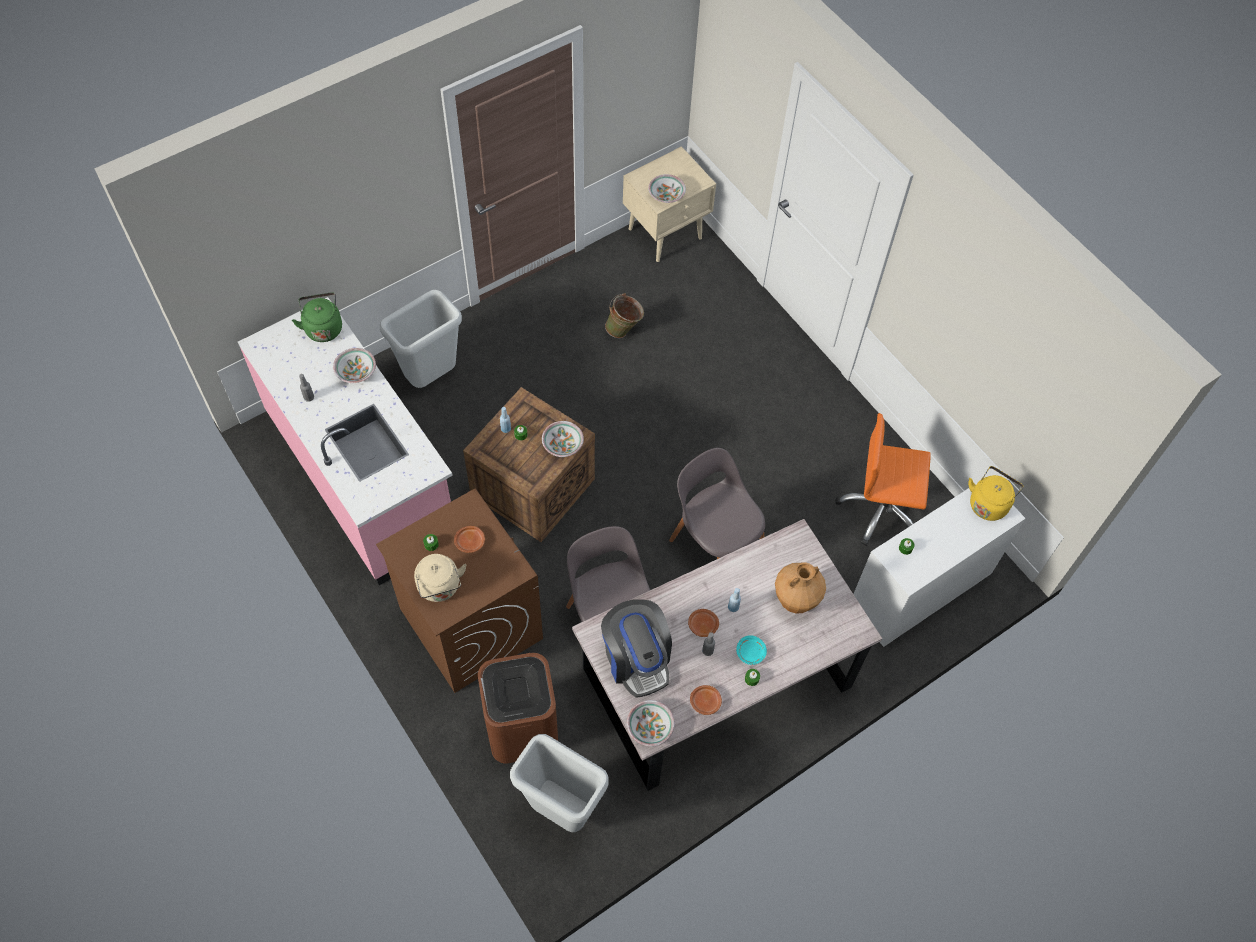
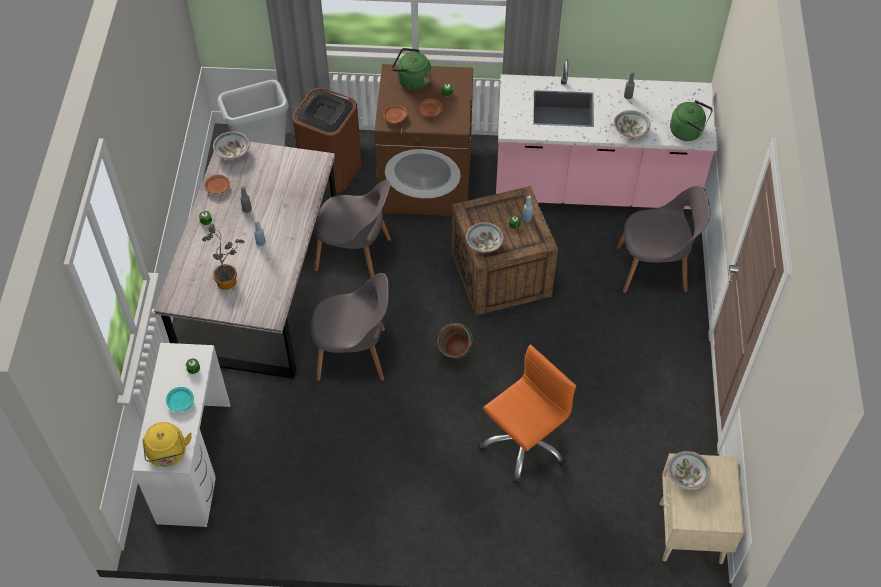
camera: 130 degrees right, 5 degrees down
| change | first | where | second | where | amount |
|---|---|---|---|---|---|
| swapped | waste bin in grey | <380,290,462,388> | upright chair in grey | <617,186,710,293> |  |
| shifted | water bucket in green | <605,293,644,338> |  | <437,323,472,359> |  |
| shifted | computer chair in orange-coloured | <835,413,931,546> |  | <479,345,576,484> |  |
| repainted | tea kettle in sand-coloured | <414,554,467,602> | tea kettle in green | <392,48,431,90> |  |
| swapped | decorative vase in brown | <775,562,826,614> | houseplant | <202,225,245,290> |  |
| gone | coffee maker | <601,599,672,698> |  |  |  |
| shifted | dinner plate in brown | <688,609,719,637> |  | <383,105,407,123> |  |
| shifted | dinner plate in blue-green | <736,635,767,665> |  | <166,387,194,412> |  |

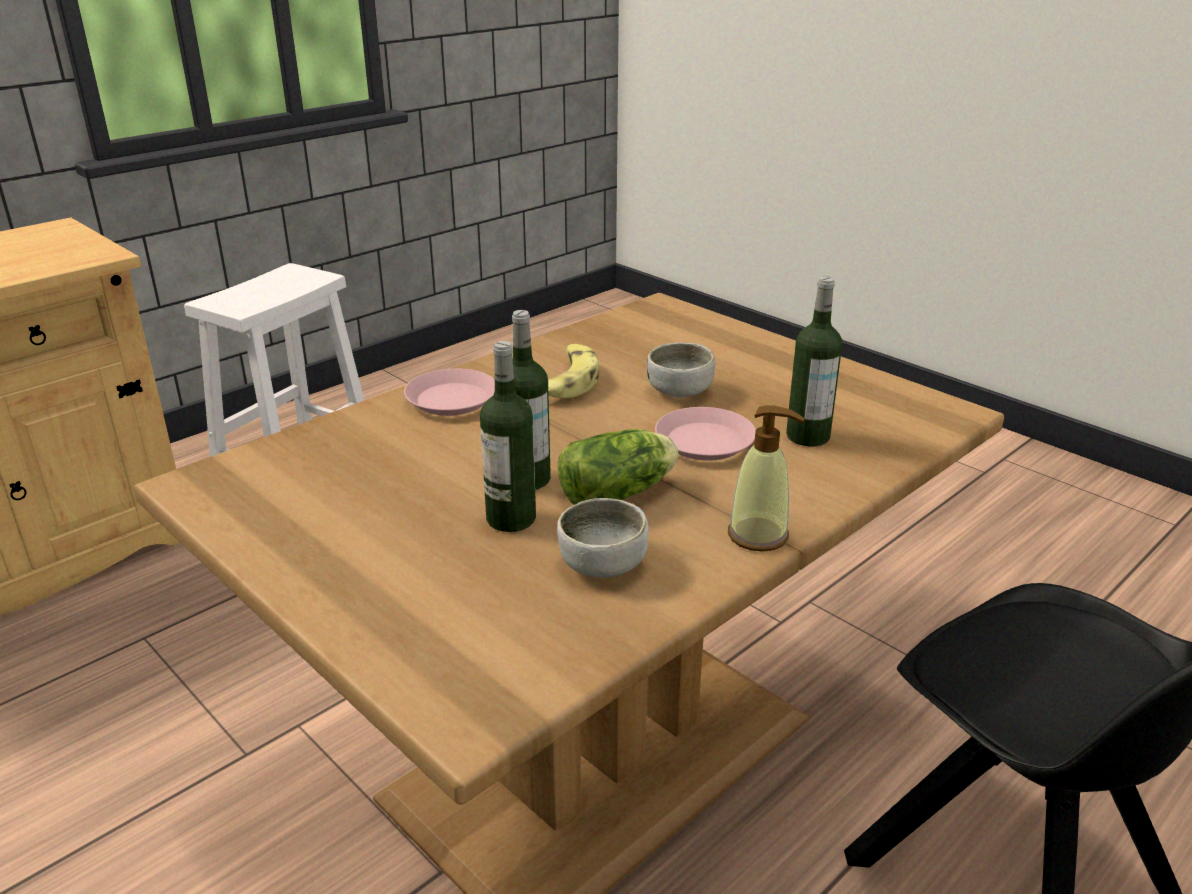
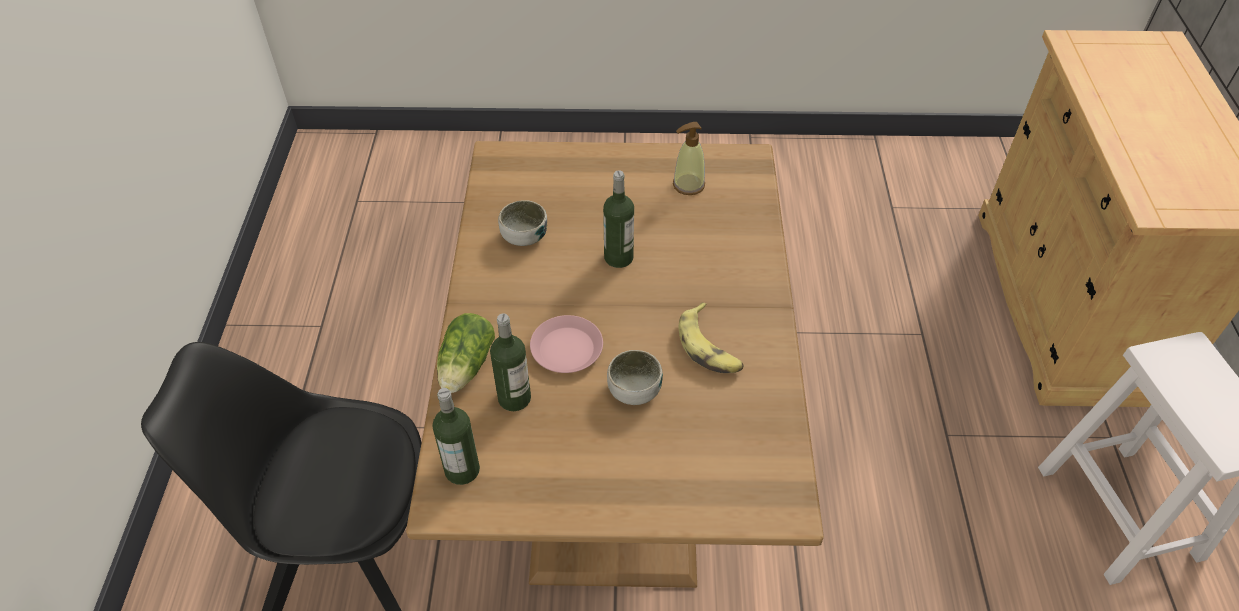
camera: 135 degrees right, 20 degrees up
| change | first | where | second | where | amount |
|---|---|---|---|---|---|
| shifted | bottle | <480,341,536,532> |  | <433,388,480,485> |  |
| gone | dinner plate in pink | <404,369,495,416> |  |  |  |
| shifted | soap bottle | <728,405,805,552> |  | <673,122,705,195> |  |
| shifted | head of lettuce | <558,429,679,505> |  | <437,313,495,393> |  |

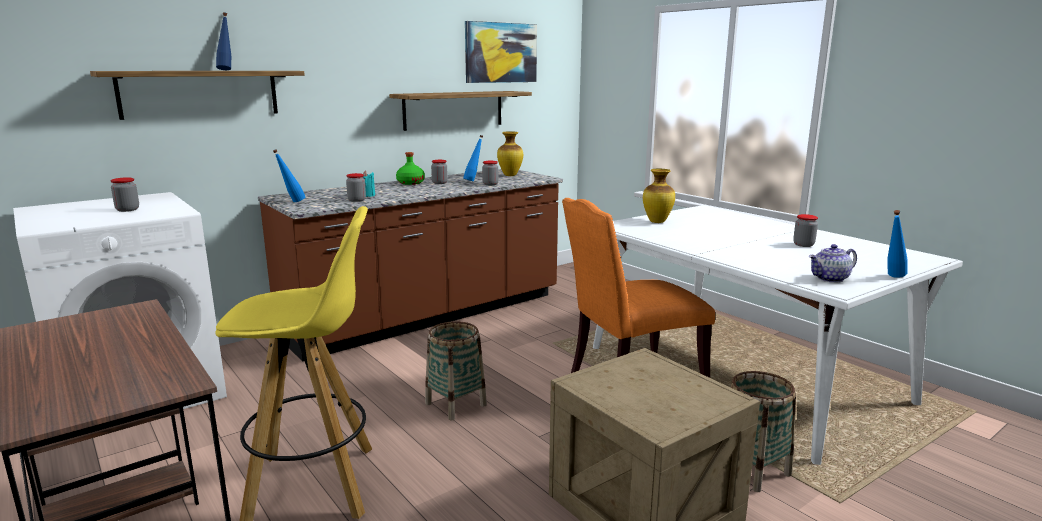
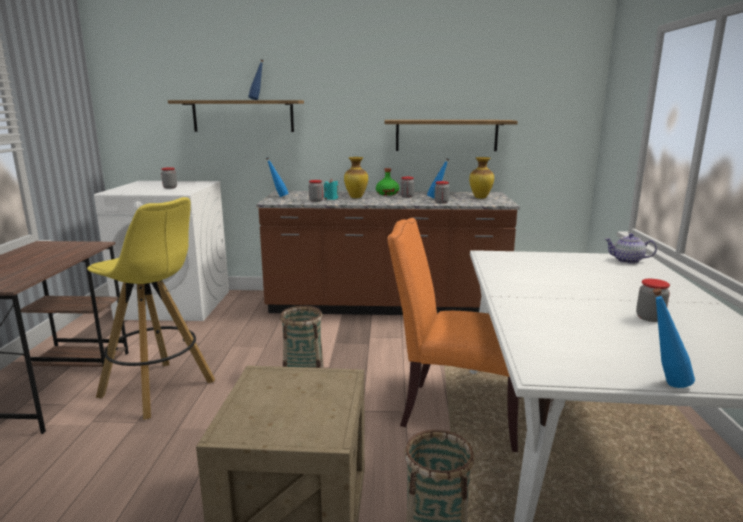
camera: 40 degrees right, 0 degrees up
| change | first | where | second | where | amount |
|---|---|---|---|---|---|
| gone | picture | <465,21,537,83> |  |  |  |
| shifted | decorative vase | <643,169,675,223> |  | <344,157,368,198> |  |
| shifted | teapot | <808,244,857,283> |  | <605,233,657,264> |  |

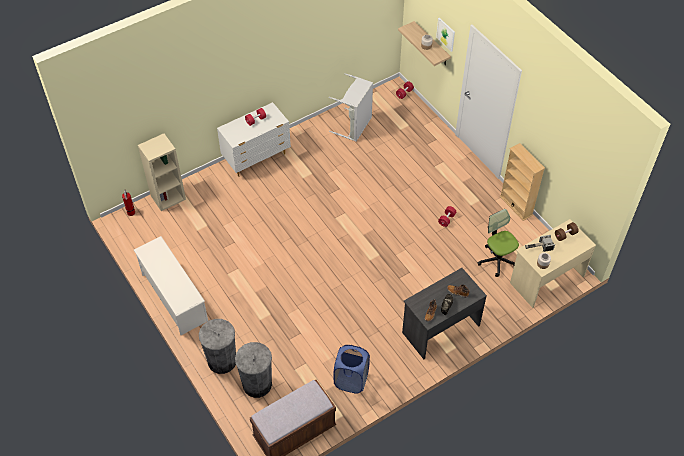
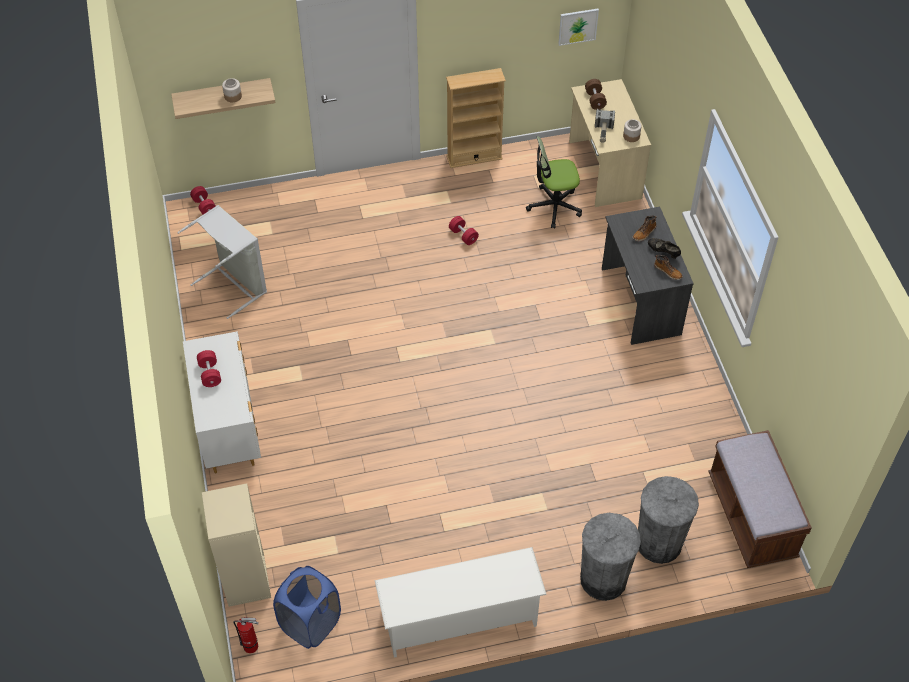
camera: 70 degrees left, 0 degrees up
| change | first | where | second | where | amount |
|---|---|---|---|---|---|
| shifted | picture | <436,17,455,52> |  | <558,9,599,46> |  |
| shifted | laundry basket in blue-coloured | <334,345,370,394> |  | <273,566,341,649> |  |

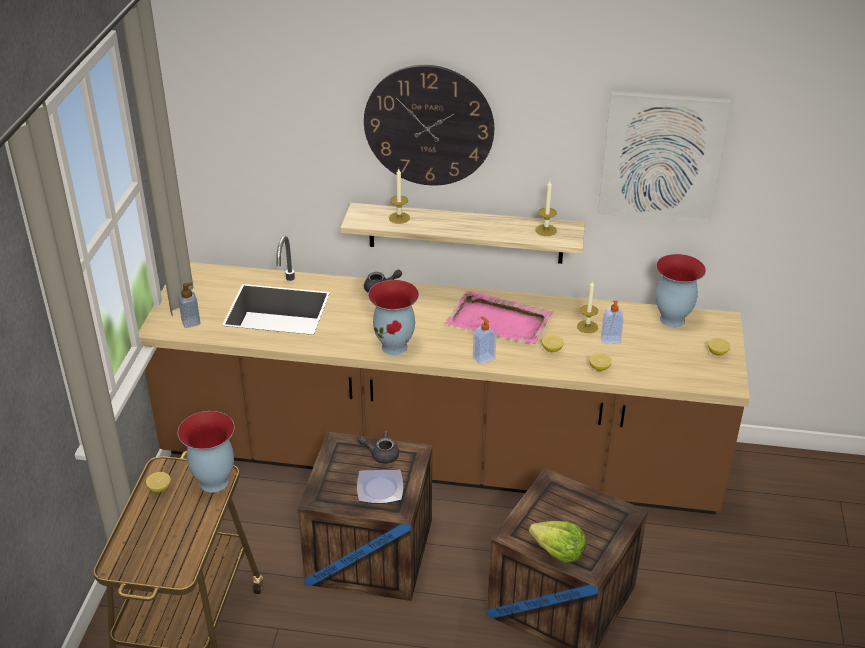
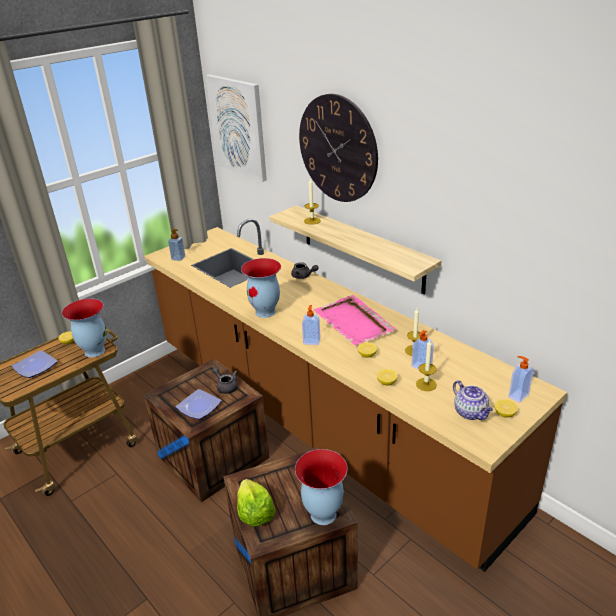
camera: 40 degrees right, 5 degrees down
| change | first | where | second | where | amount |
|---|---|---|---|---|---|
| shifted | picture | <598,91,731,224> |  | <205,74,267,182> |  |
| shifted | wax light | <535,181,557,236> |  | <416,340,437,391> |  |
| shifted | decorative vase | <656,254,706,327> |  | <295,449,347,525> |  |
| new |  |  | dinner plate | <12,350,58,378> |  |
| new |  |  | soap bottle | <508,356,533,403> |  |
| new |  |  | teapot | <453,380,493,420> |  |

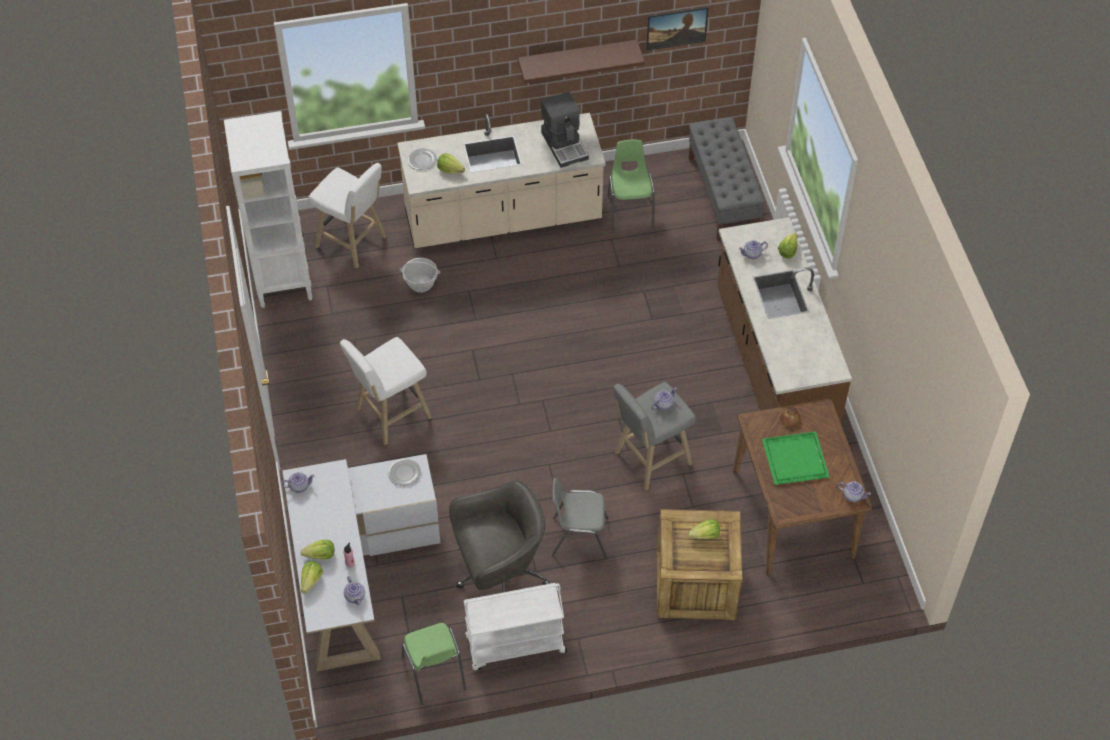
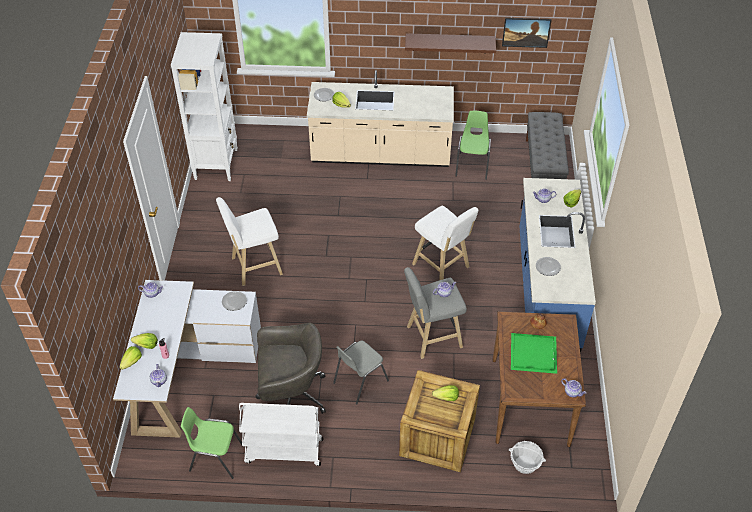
camera: 15 degrees right, 5 degrees down
| change | first | where | second | where | amount |
|---|---|---|---|---|---|
| gone | coffee maker | <541,92,589,168> |  |  |  |
| shifted | stool in white | <308,163,387,269> |  | <412,205,478,280> |  |
| repainted | kitchen counter in brown | <717,217,852,423> | kitchen counter in blue-coloured | <519,178,596,353> |  |
| shifted | household basket | <400,258,440,293> |  | <509,441,546,474> |  |
| rotated | upright chair in grey | <552,478,608,559> |  | <333,341,389,405> | 60 degrees counterclockwise |
| rotated | upright chair in green | <402,623,466,705> |  | <181,407,242,479> | 105 degrees clockwise |
| new |  |  | dinner plate | <536,257,561,276> |  |

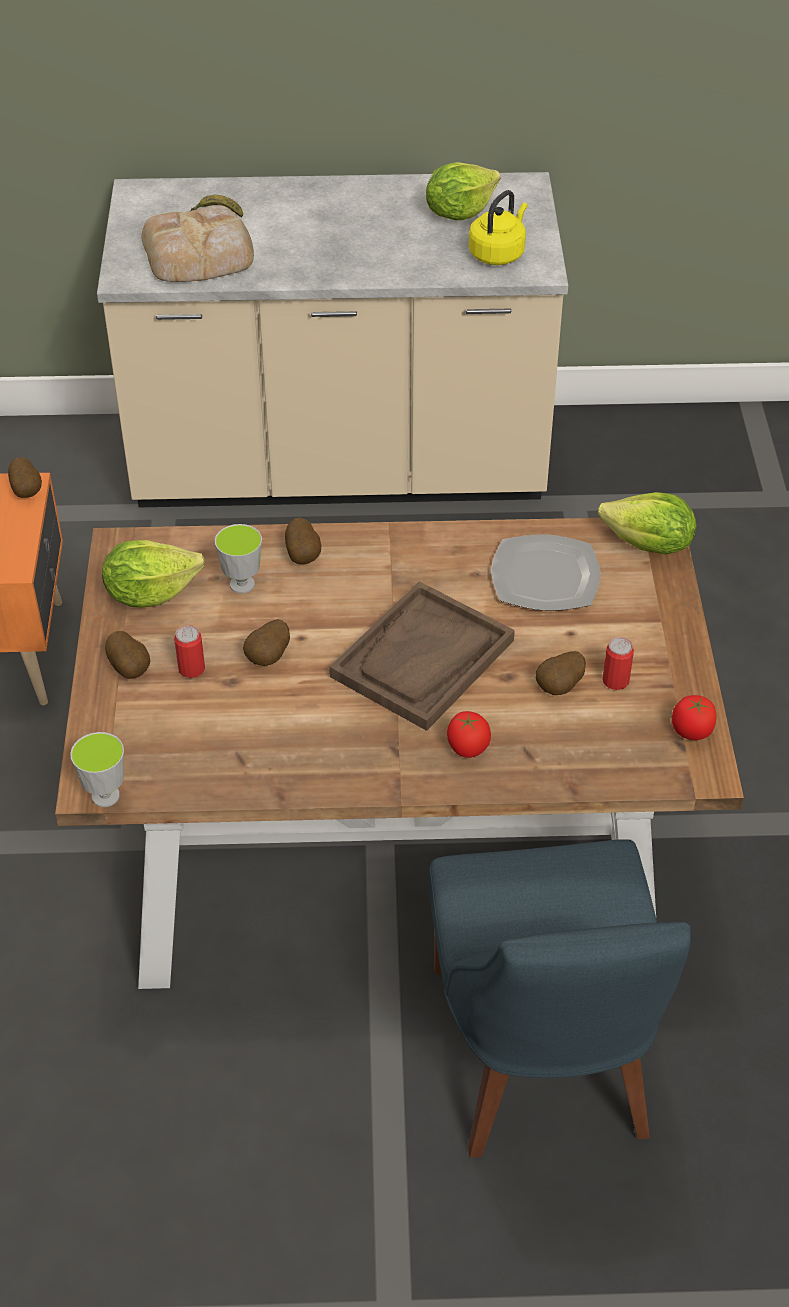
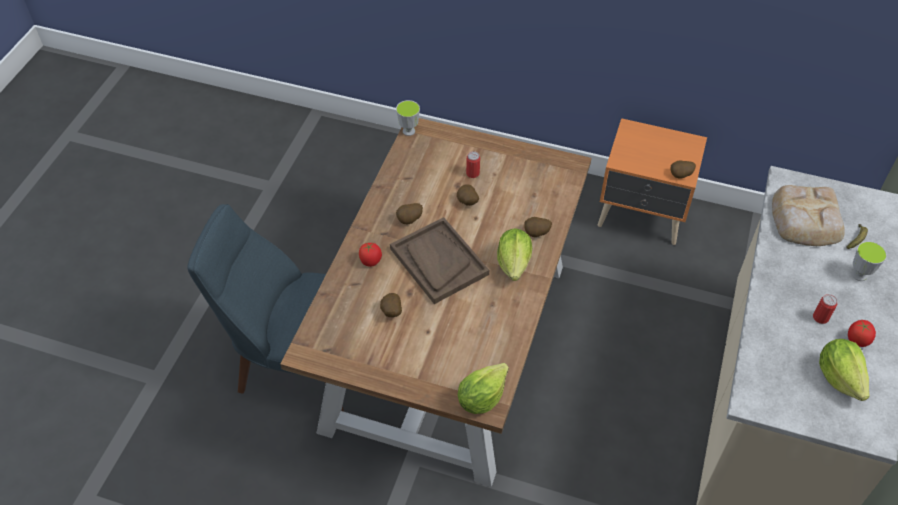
camera: 110 degrees right, 5 degrees up
| change | first | where | second | where | amount |
|---|---|---|---|---|---|
| gone | tea kettle in yellowish | <469,190,528,265> |  |  |  |
| shifted | small cup | <215,524,262,593> |  | <852,241,887,281> |  |
| gone | dinner plate | <491,534,601,611> |  |  |  |
| shifted | head of lettuce | <102,540,205,608> |  | <497,228,532,281> |  |
| shifted | spud | <105,631,150,679> |  | <396,203,423,224> |  |
| shifted | metal can | <602,637,634,690> |  | <813,294,837,324> |  |
| shifted | whole tomato | <672,695,717,740> |  | <848,320,876,347> |  |

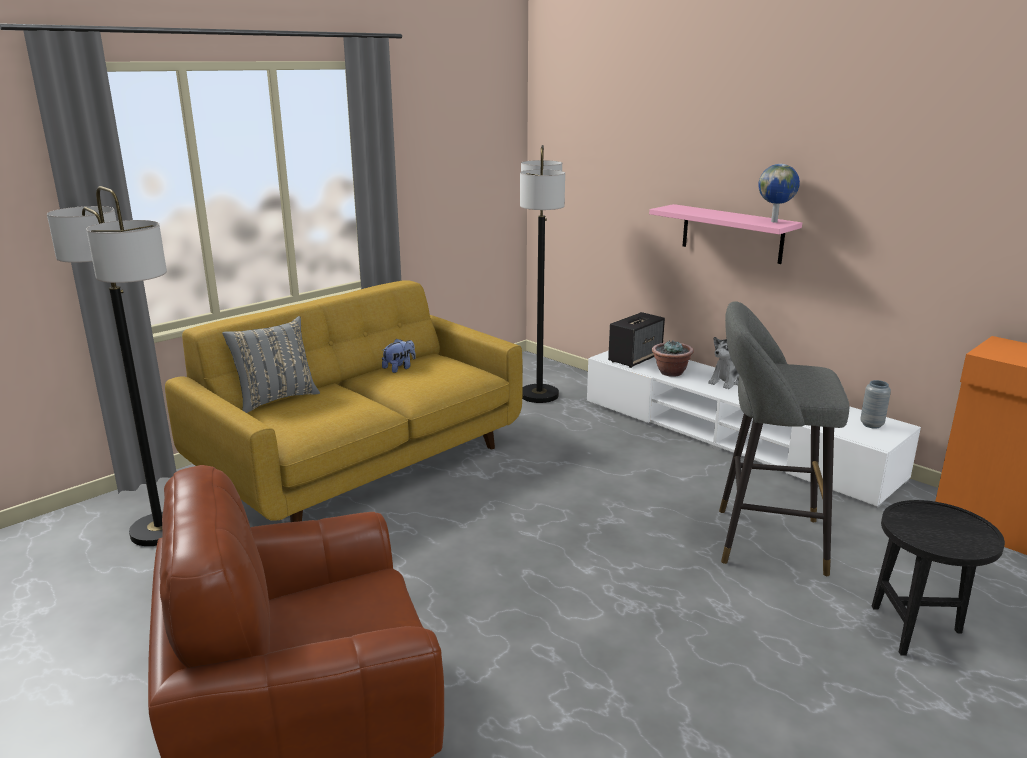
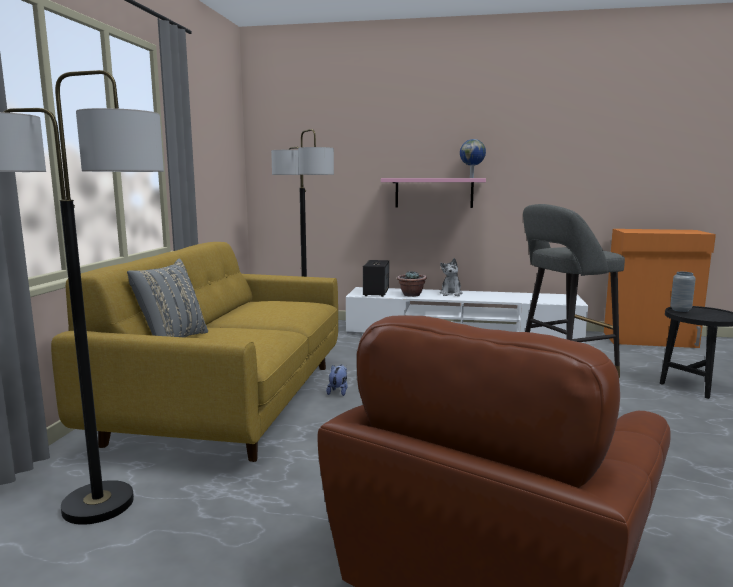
camera: 35 degrees left, 10 degrees down
| change | first | where | second | where | amount |
|---|---|---|---|---|---|
| shifted | soft toy | <382,339,416,373> |  | <326,364,348,396> |  |
| shifted | decorative vase in grey | <860,380,891,429> |  | <670,272,696,312> |  |

